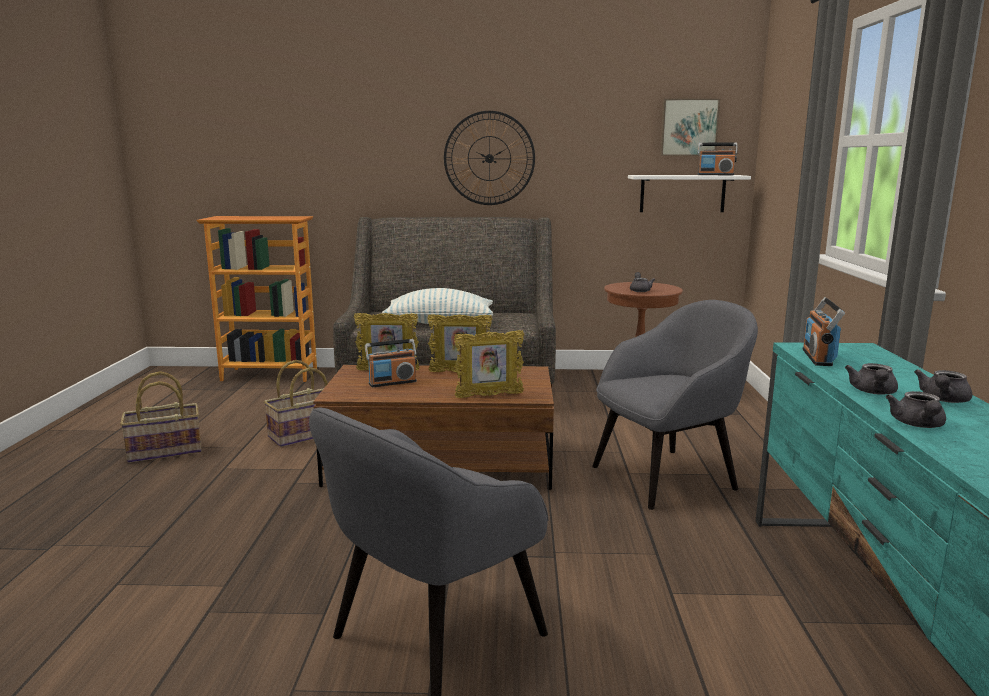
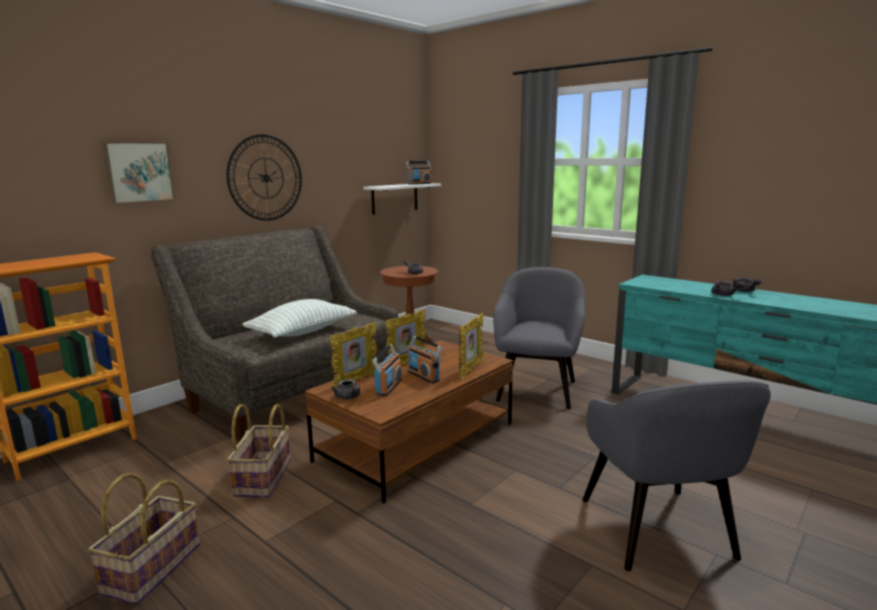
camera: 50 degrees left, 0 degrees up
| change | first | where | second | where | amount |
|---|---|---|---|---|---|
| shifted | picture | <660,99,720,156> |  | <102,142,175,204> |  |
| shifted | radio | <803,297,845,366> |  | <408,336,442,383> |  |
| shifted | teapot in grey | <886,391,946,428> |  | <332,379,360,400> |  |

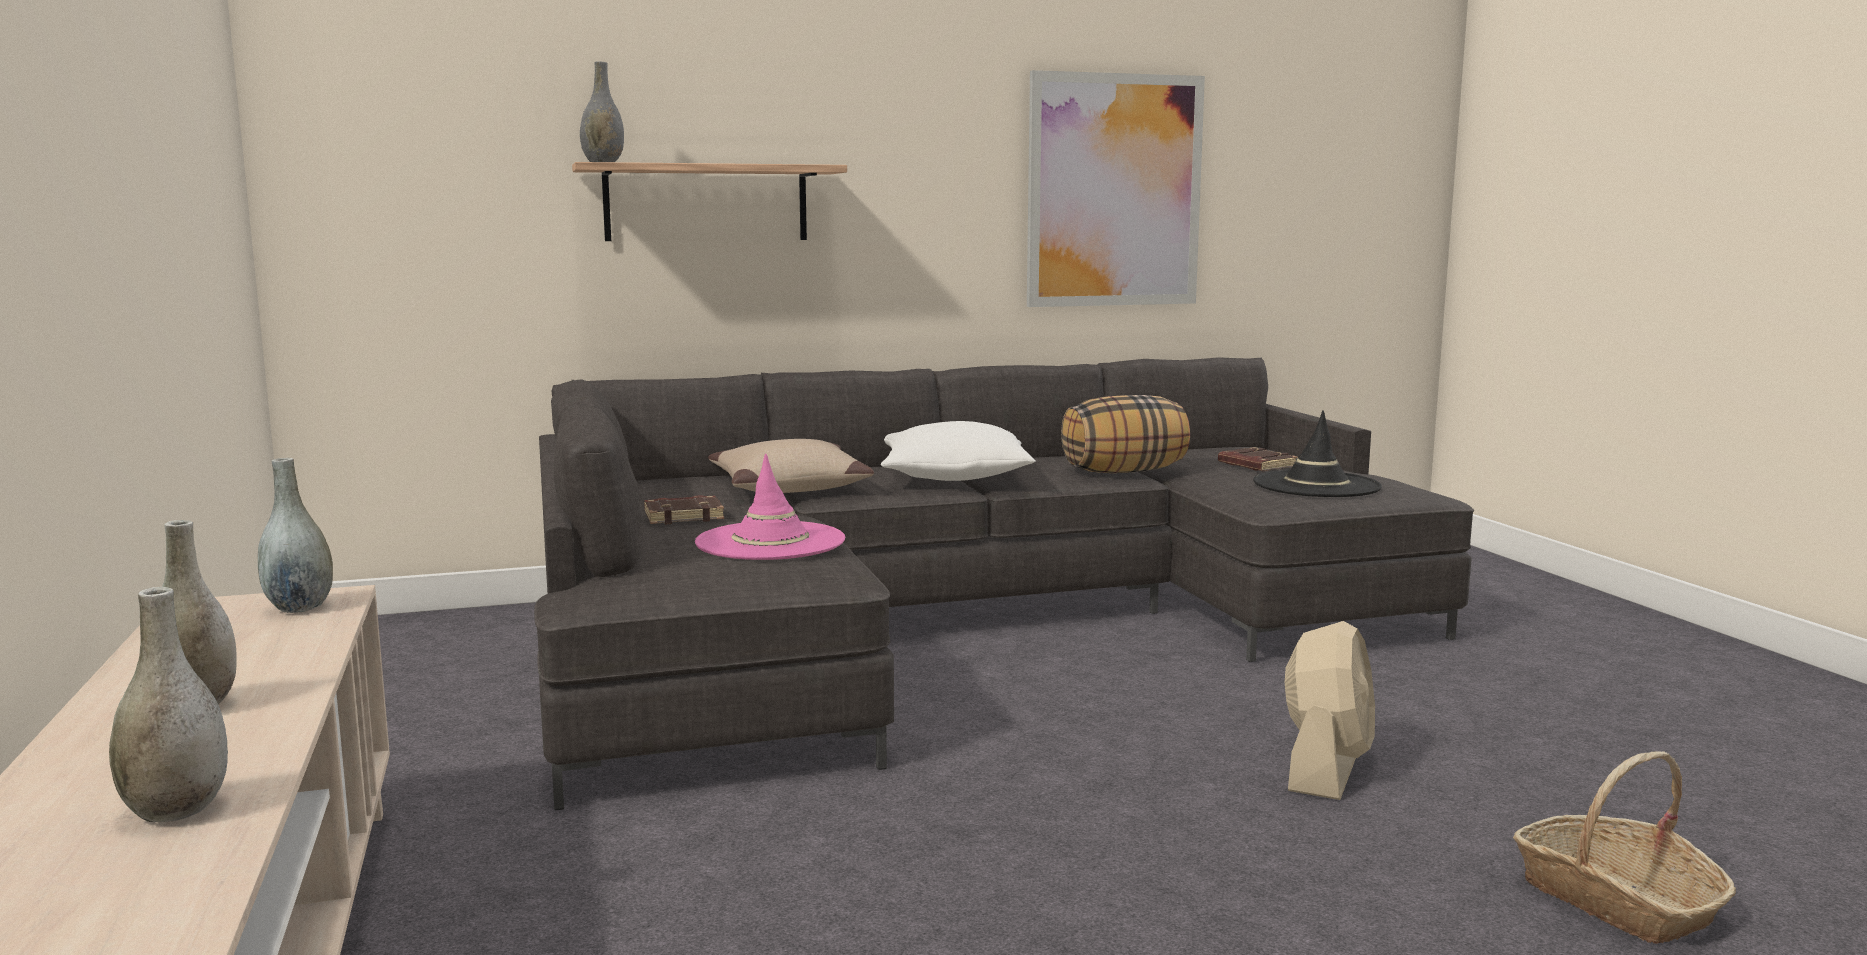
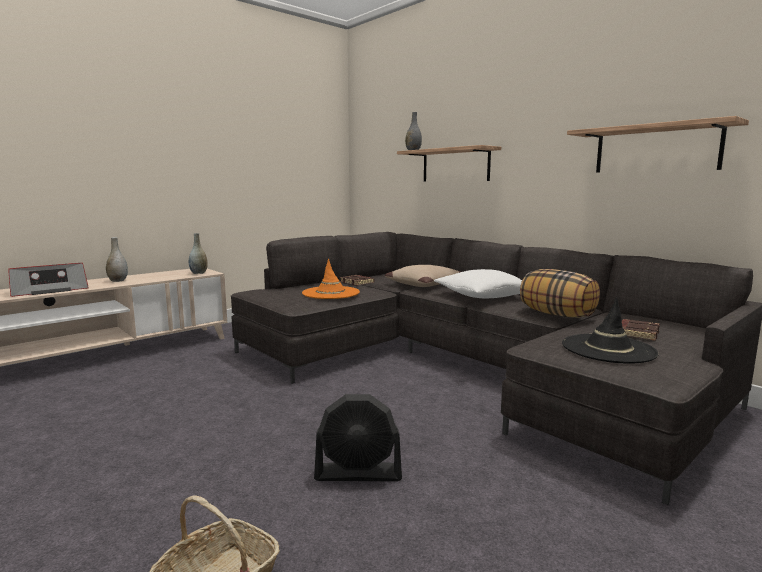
camera: 65 degrees right, 0 degrees up
| change | first | where | second | where | amount |
|---|---|---|---|---|---|
| swapped | picture | <1027,70,1205,307> | shelf | <567,116,749,172> |  |
| repainted | hat in pink | <695,454,845,560> | hat in orange-coloured | <302,259,360,299> |  |
| swapped | decorative vase in grey | <109,587,228,822> | radio | <8,263,89,297> |  |
| repainted | electric fan in sand-coloured | <1285,621,1375,800> | electric fan in blackish | <314,394,402,481> |  |

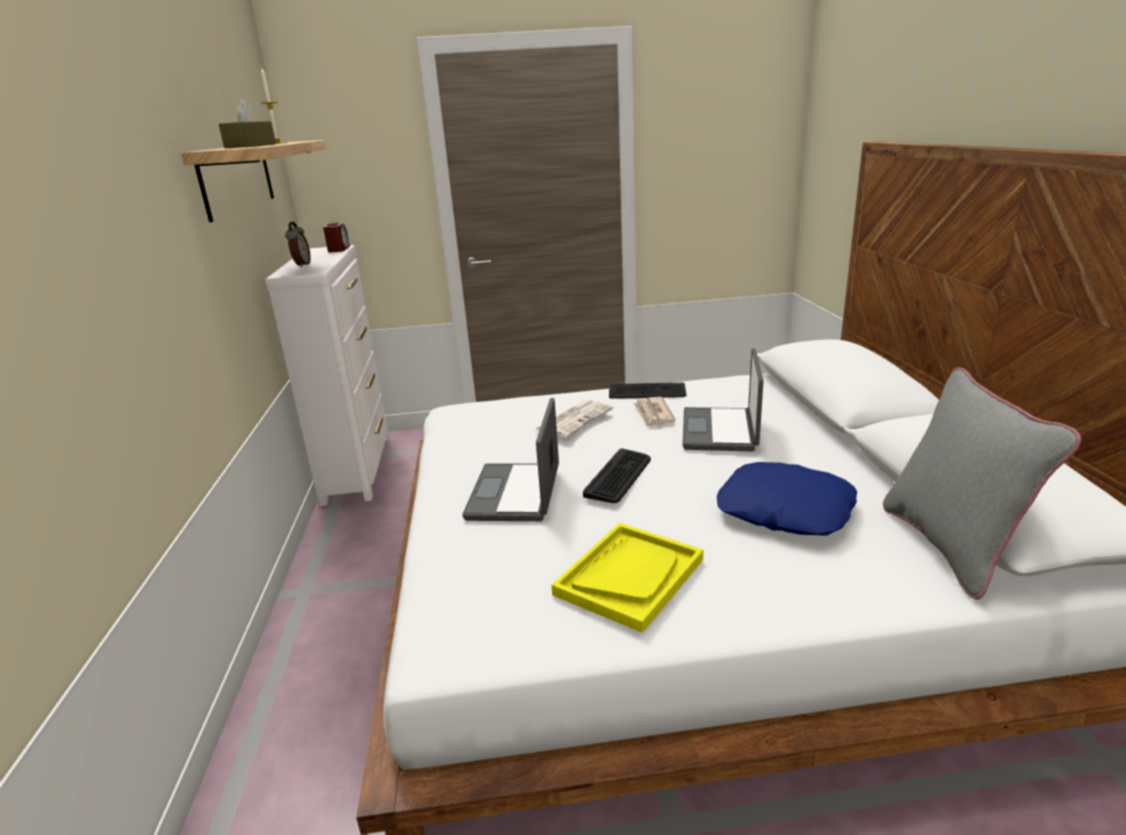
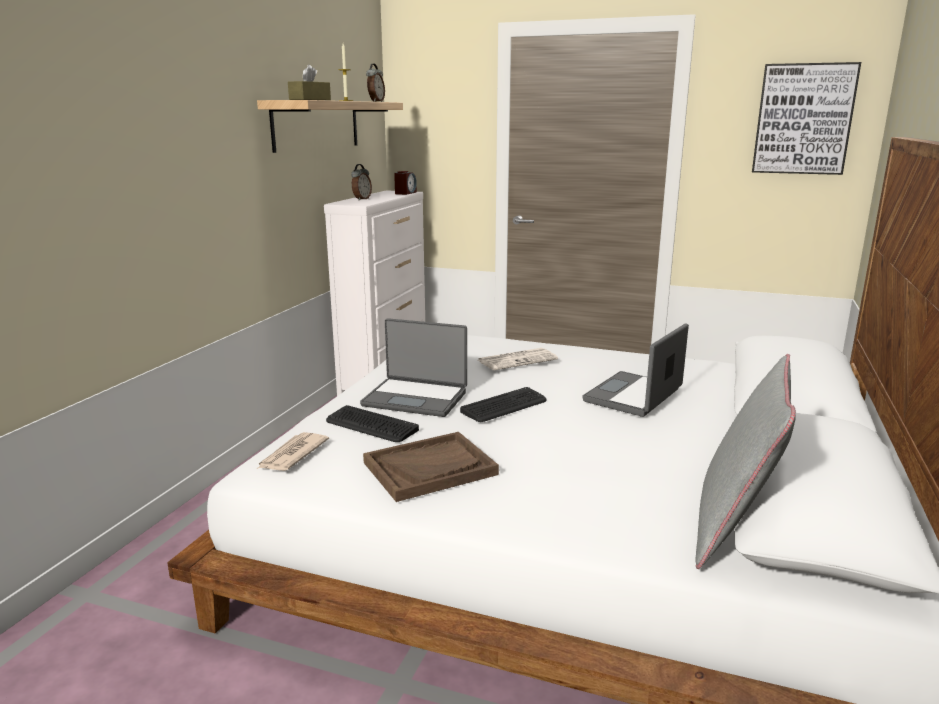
camera: 25 degrees right, 5 degrees down
| change | first | where | second | where | amount |
|---|---|---|---|---|---|
| shifted | PC keyboard | <609,383,686,399> |  | <326,405,419,442> |  |
| shifted | printed paper | <633,397,676,428> |  | <257,432,329,471> |  |
| rotated | notebook computer | <462,398,559,521> |  | <360,318,467,417> | 105 degrees counterclockwise |
| gone | pillow in blue-coloured | <717,462,857,536> |  |  |  |
| repainted | carrying tray in yellowish | <551,523,703,633> | carrying tray in brown | <363,432,499,502> |  |
| new |  |  | picture | <752,62,861,175> |  |
| new |  |  | alarm clock | <366,63,385,102> |  |

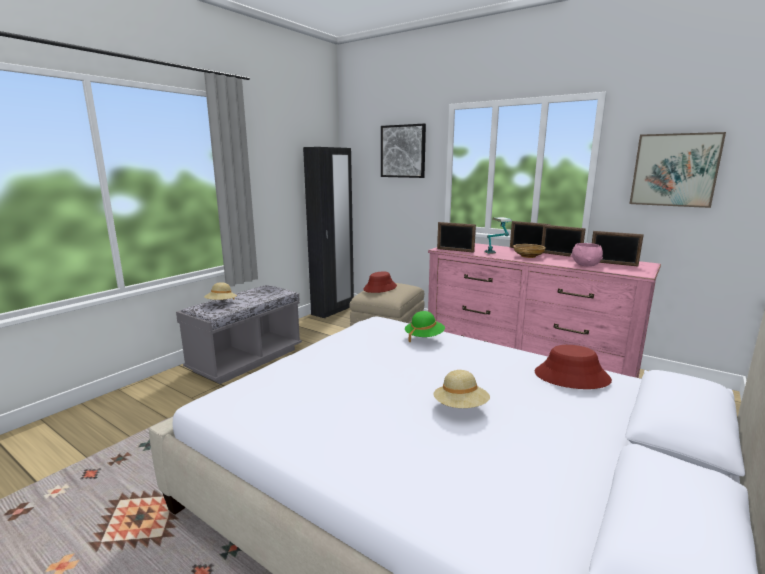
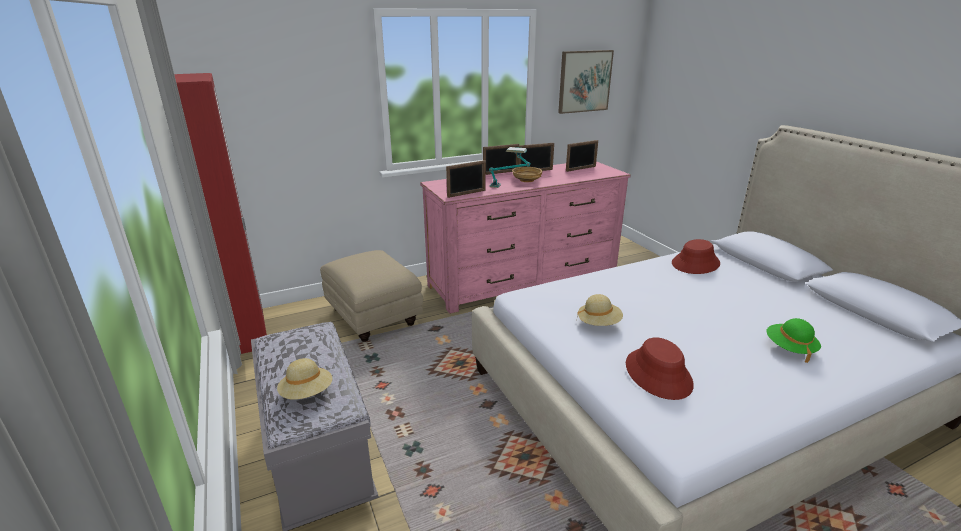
camera: 60 degrees left, 10 degrees up
| change | first | where | second | where | amount |
|---|---|---|---|---|---|
| gone | picture | <381,124,426,178> |  |  |  |
| repainted | armoire in blackish | <303,147,354,318> | armoire in red-coloured | <174,73,267,354> |  |
| gone | serving bowl in pink | <570,243,603,267> |  |  |  |
| shifted | hat in red-coloured | <363,271,397,293> |  | <626,337,694,400> |  |
| shifted | hat in green | <405,311,445,342> |  | <766,318,821,363> |  |
| shifted | hat in sand-coloured | <433,370,490,408> |  | <577,294,623,326> |  |

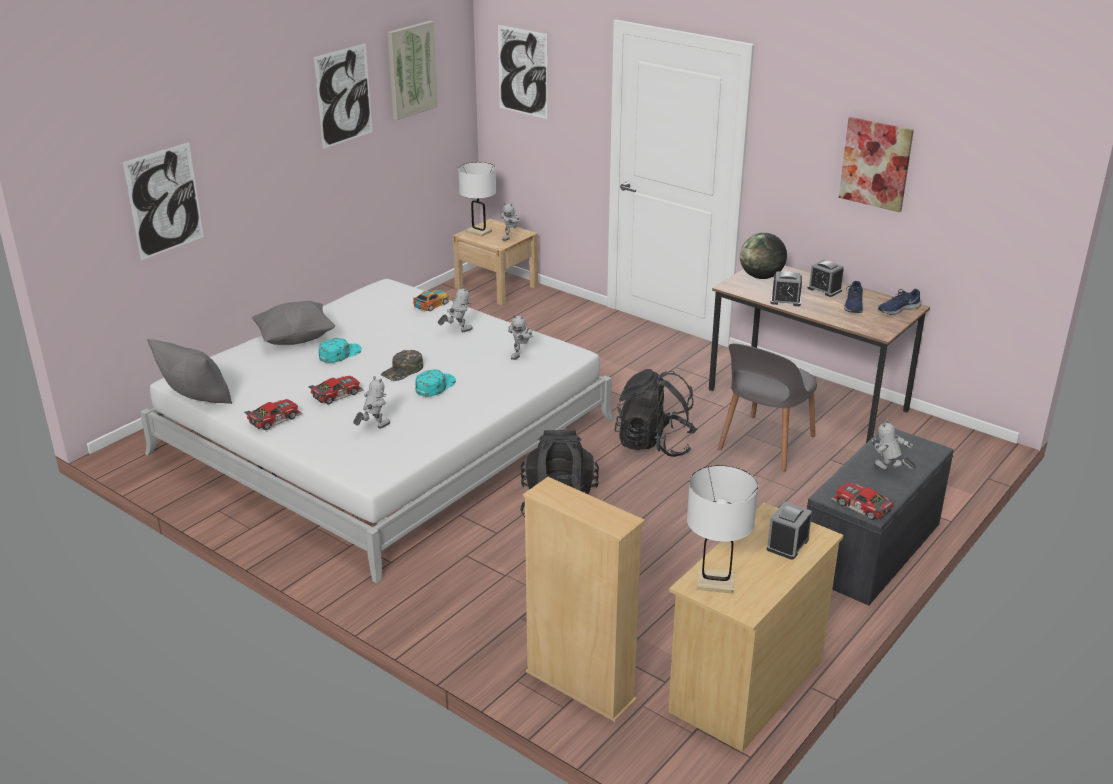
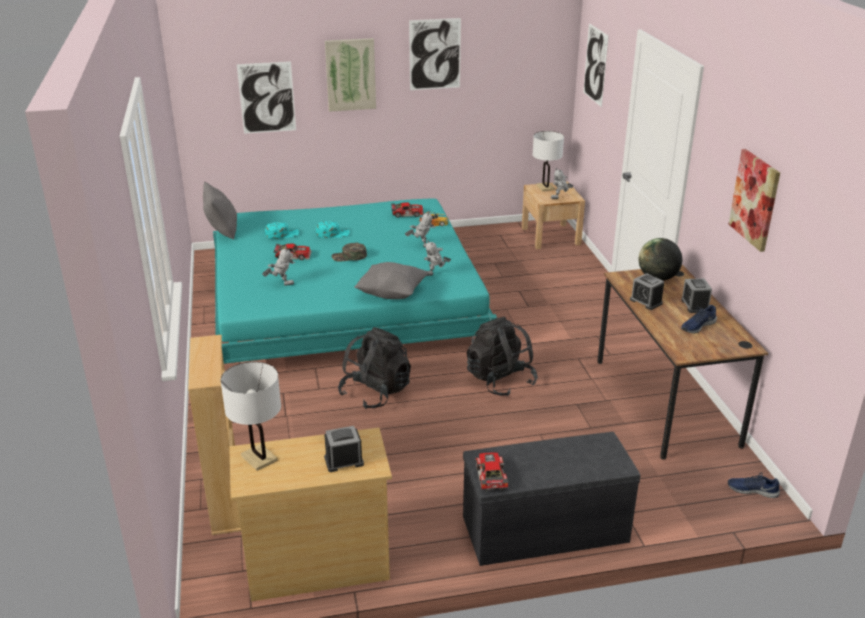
camera: 40 degrees right, 0 degrees up
| change | first | where | second | where | amount |
|---|---|---|---|---|---|
| shifted | picture | <387,21,438,120> |  | <325,38,376,112> |  |
| repainted | bedroom bed in white | <140,279,614,584> | bedroom bed in blue-green | <213,199,497,364> |  |
| shifted | shoe in blue-coloured | <878,289,921,315> |  | <728,473,780,498> |  |
| shifted | pillow in grey | <252,301,335,345> |  | <355,262,429,299> |  |
| gone | upright chair in grey | <718,343,817,471> |  |  |  |
| shifted | baseball cap in blue-green | <415,370,456,396> |  | <265,222,299,239> |  |
| shifted | toy car | <244,399,302,430> |  | <391,202,424,218> |  |
| gone | model robot | <872,419,916,471> |  |  |  |

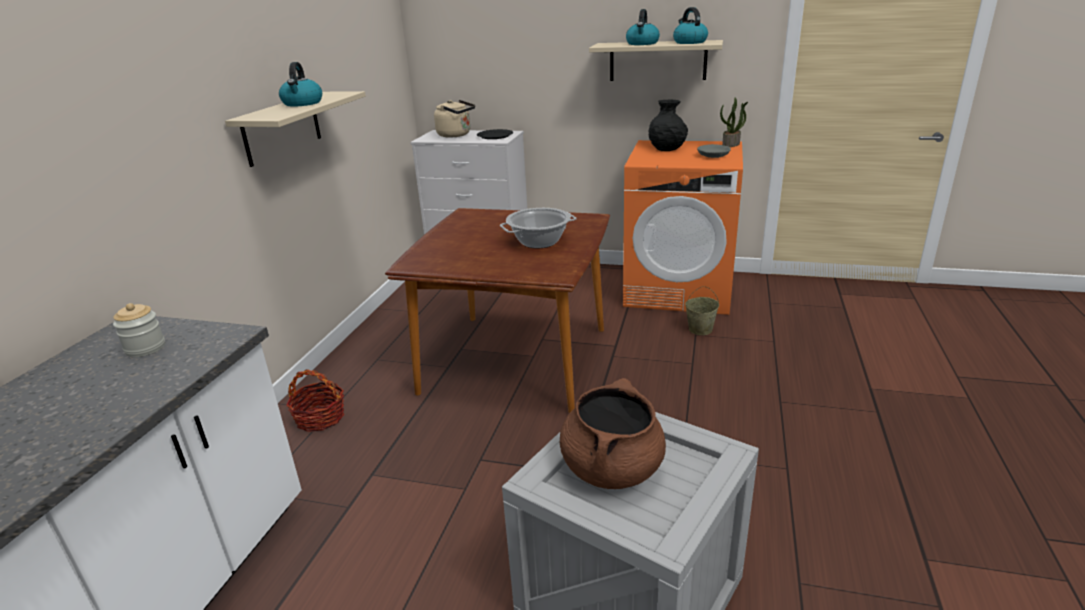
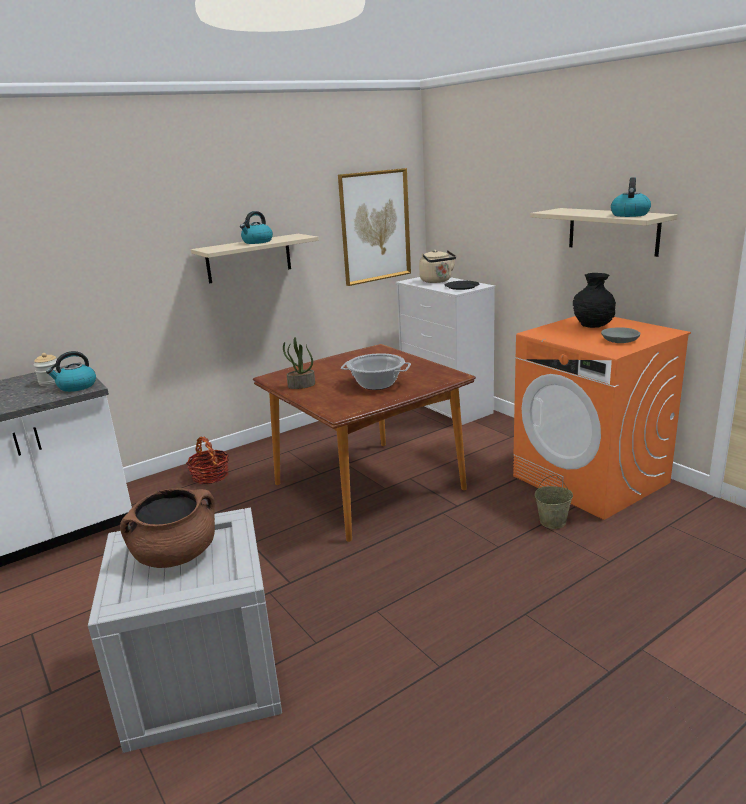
camera: 40 degrees right, 5 degrees down
| change | first | where | second | where | amount |
|---|---|---|---|---|---|
| shifted | tea kettle | <626,9,660,45> |  | <46,351,96,392> |  |
| shifted | houseplant | <720,98,748,147> |  | <283,337,315,389> |  |
| new |  |  | picture | <338,168,411,286> |  |

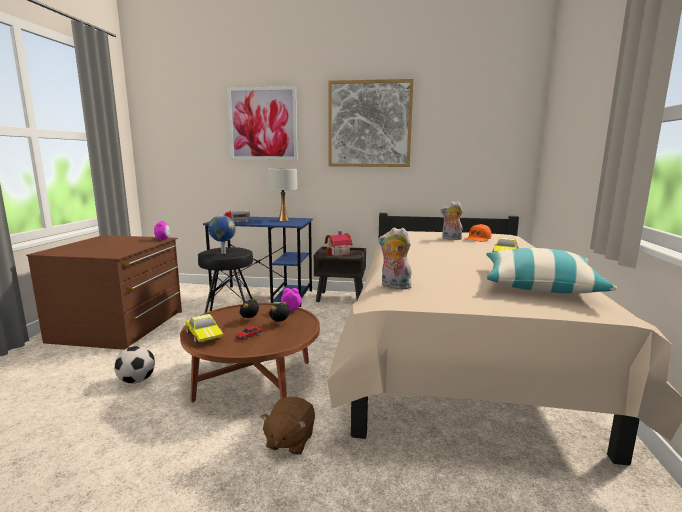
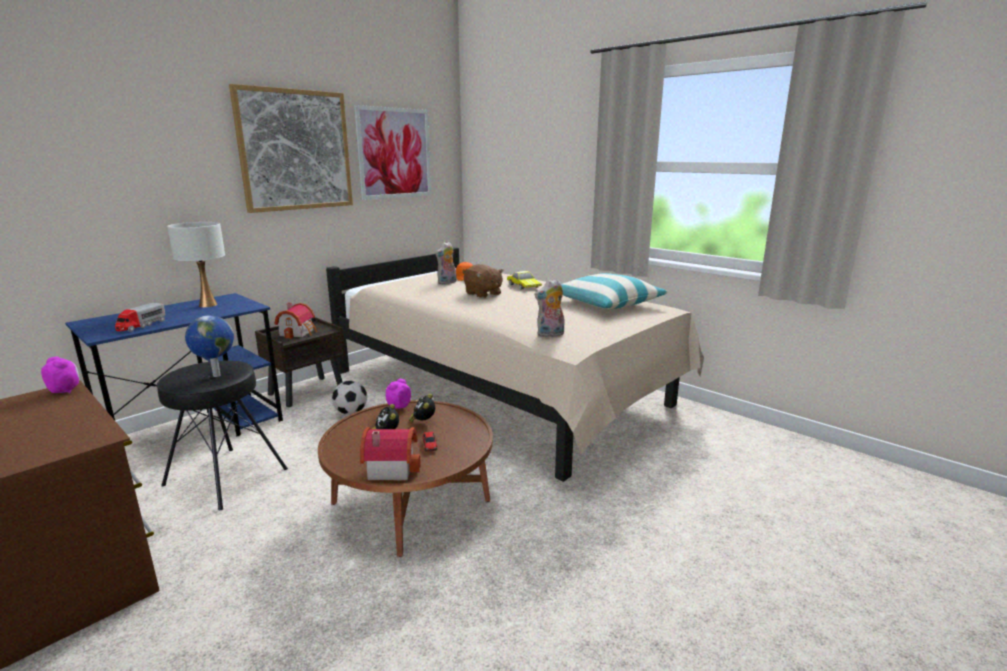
camera: 55 degrees left, 5 degrees up
| change | first | where | second | where | amount |
|---|---|---|---|---|---|
| shifted | picture | <227,86,298,160> |  | <354,105,431,200> |  |
| swapped | toy car | <185,314,224,343> | toy house | <360,427,421,480> |  |
| shifted | football ball | <114,346,155,384> |  | <332,381,367,415> |  |
| shifted | soft toy in brown | <260,397,315,455> |  | <464,264,504,298> |  |

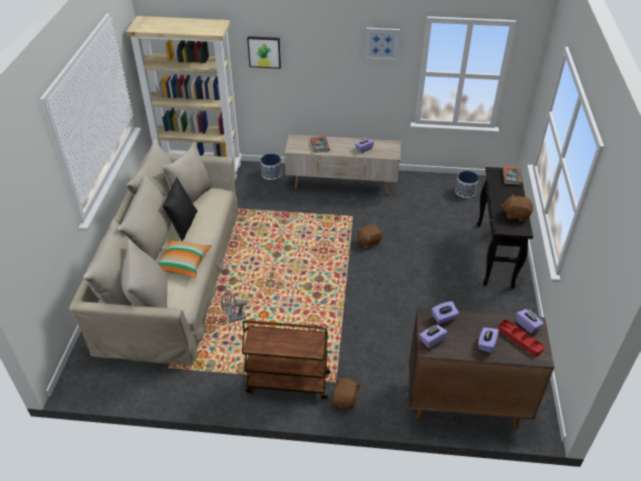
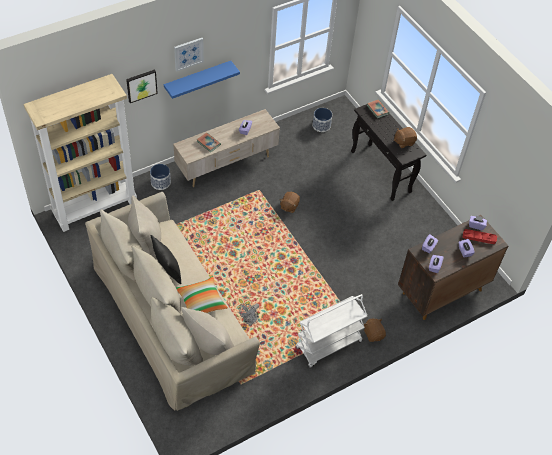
camera: 40 degrees left, 10 degrees up
| change | first | where | second | where | amount |
|---|---|---|---|---|---|
| shifted | picture | <365,28,400,61> |  | <174,38,204,72> |  |
| repainted | trolley in brown | <242,320,330,399> | trolley in white | <296,294,367,368> |  |
| new |  |  | shelf in blue-coloured | <164,61,240,99> |  |

